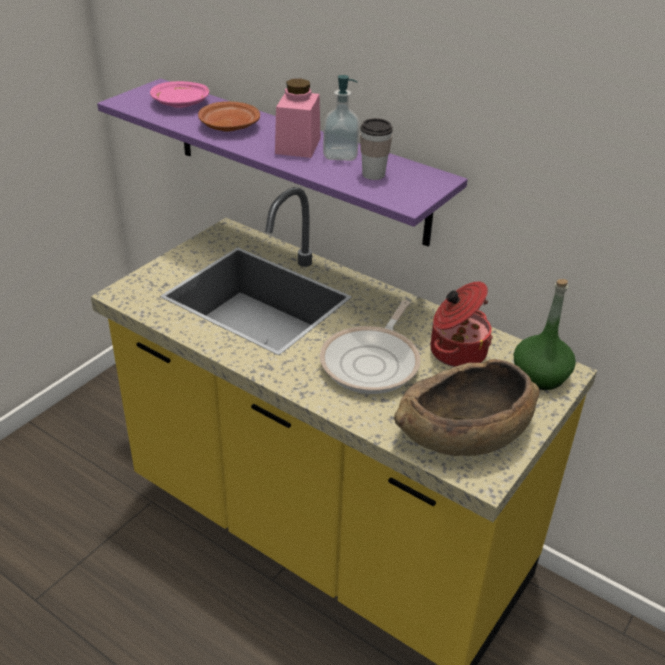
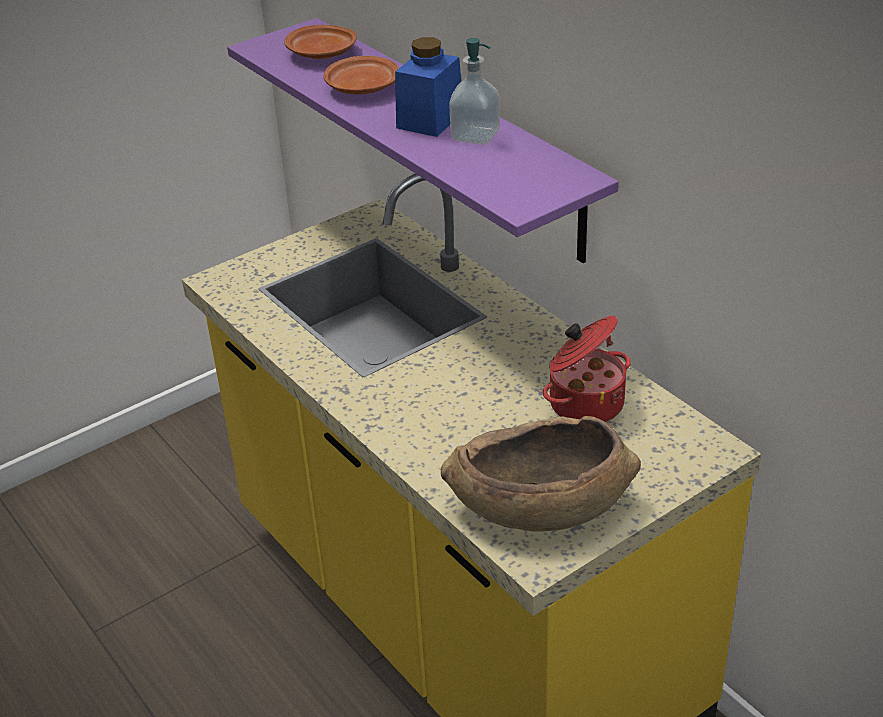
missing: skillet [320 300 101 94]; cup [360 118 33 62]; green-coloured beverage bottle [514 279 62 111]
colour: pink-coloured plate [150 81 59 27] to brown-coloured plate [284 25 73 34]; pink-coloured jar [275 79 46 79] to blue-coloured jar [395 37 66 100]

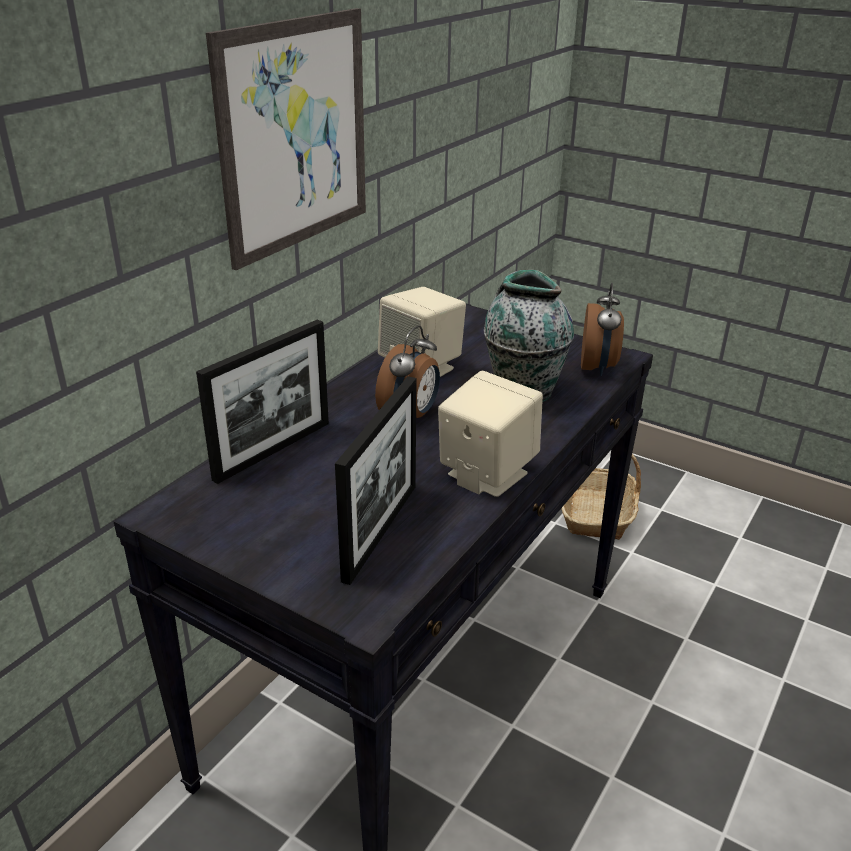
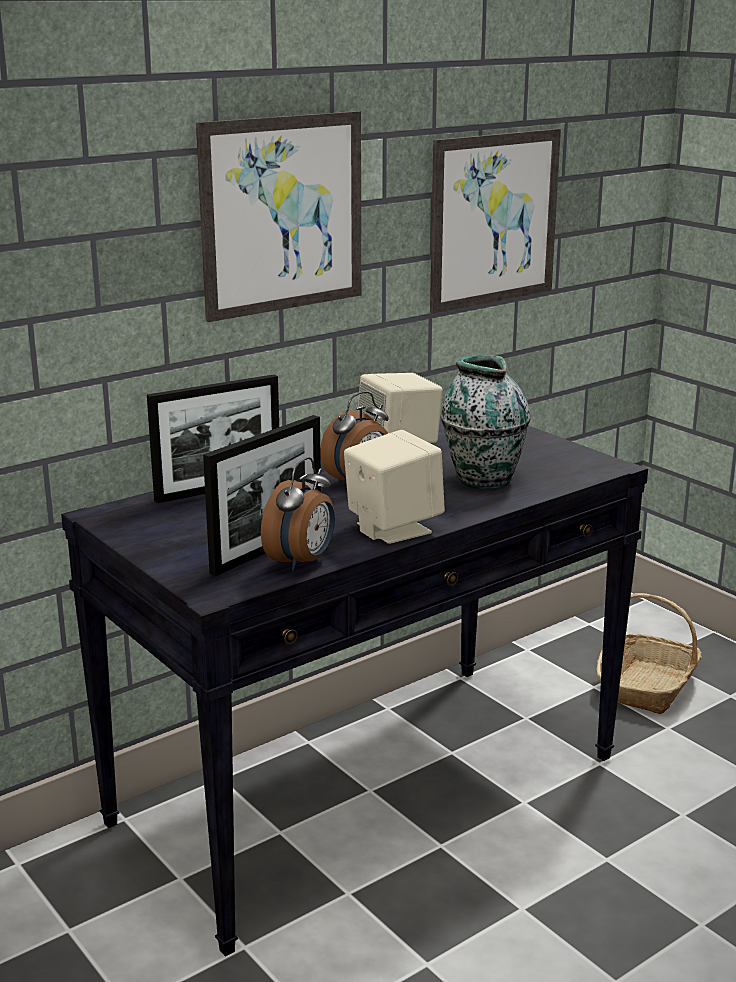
appeared: picture [430 129 131 184]
relocated: table clock [581 283 43 93] to [261 457 74 114]

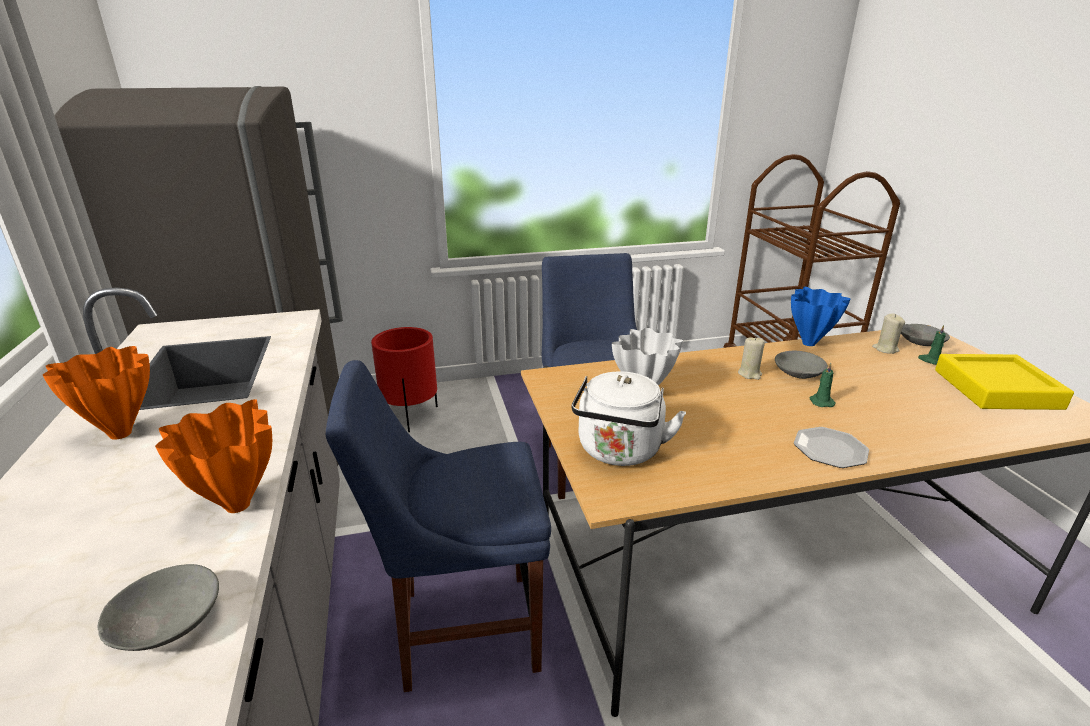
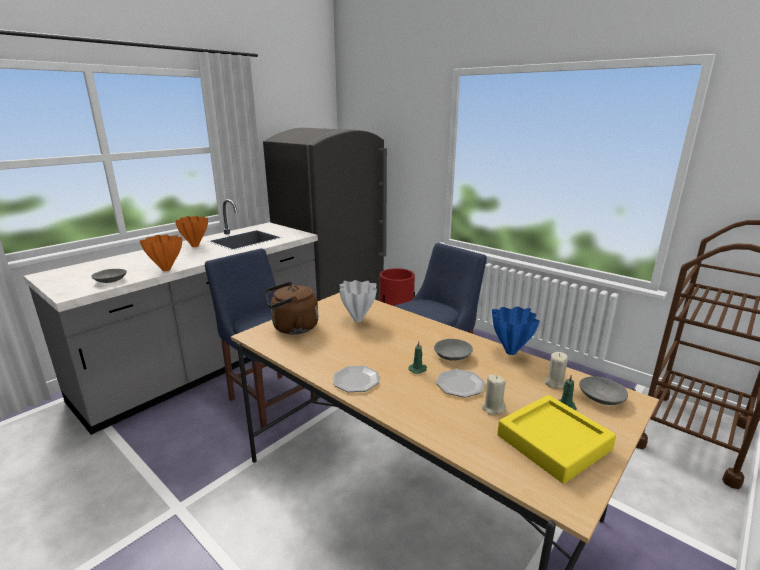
appeared: plate [436 369 49 29]
relocated: beige wax light [738 337 27 43] to [482 375 24 40]
colour: whitish tea kettle [571 371 115 95] to brown-coloured tea kettle [265 282 53 52]

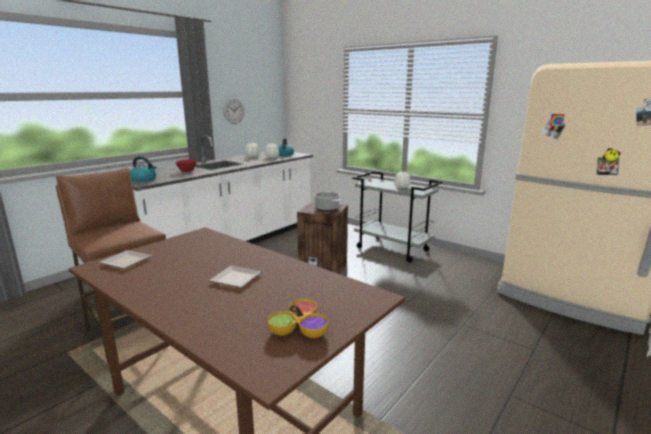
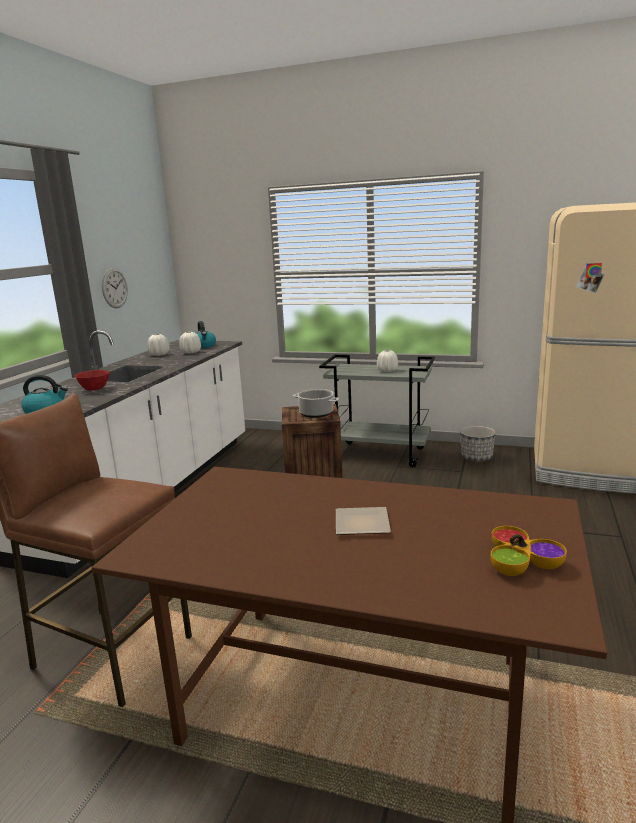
missing: plate [99 250 53 19]
appeared: plant pot [460 426 36 36]

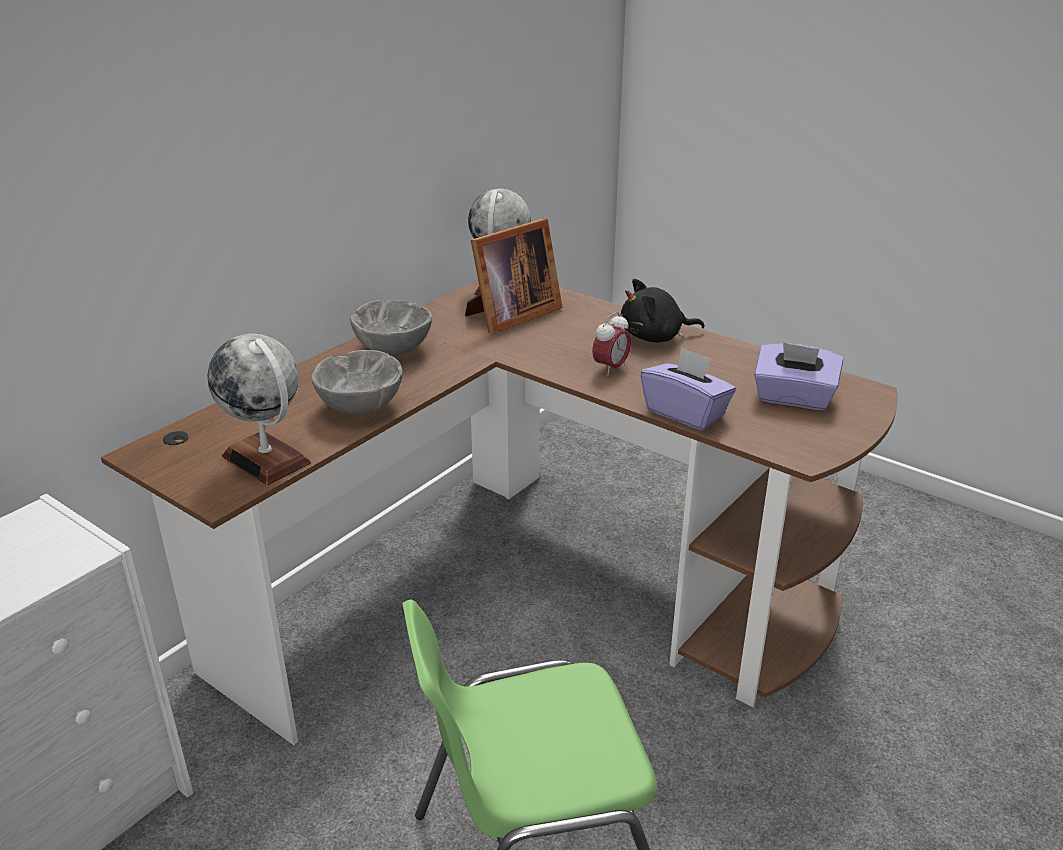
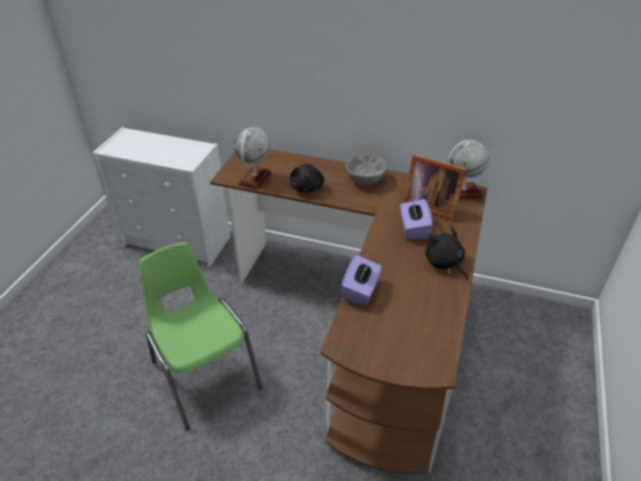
missing: table clock [592 312 39 64]
relocated: purple tissue box [754 342 89 68] to [400 198 33 41]
exchanged: greyish bowl [311 350 92 65] to blackish plush toy [290 164 34 29]

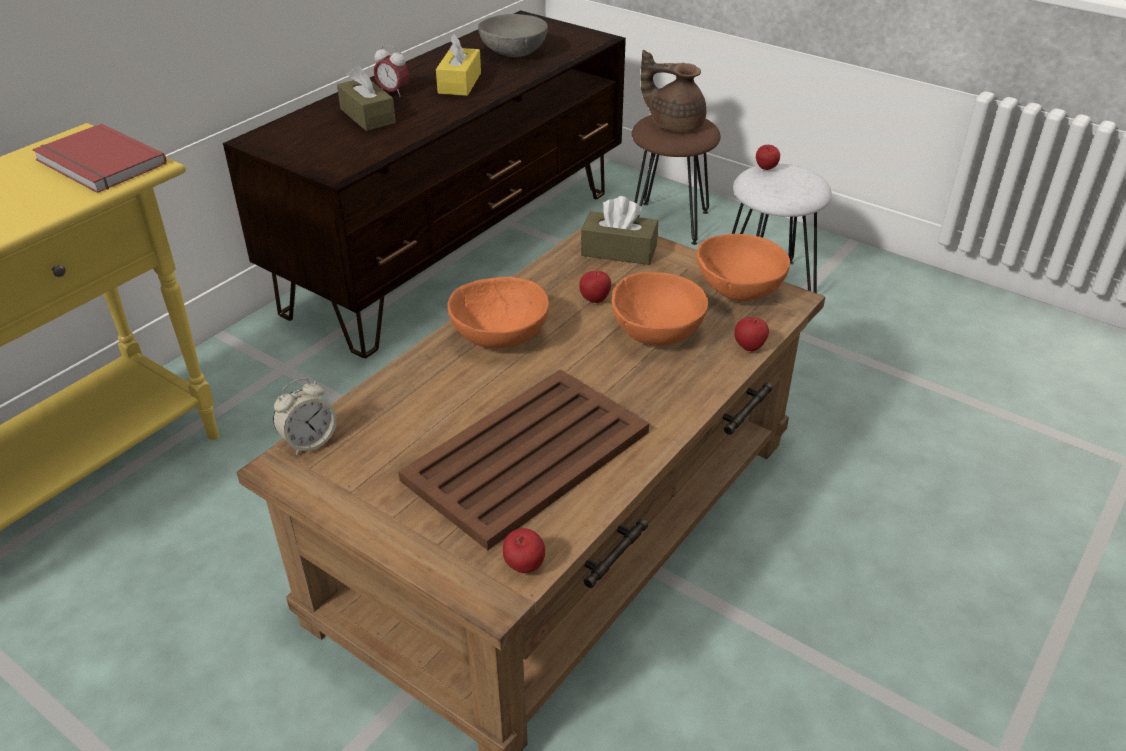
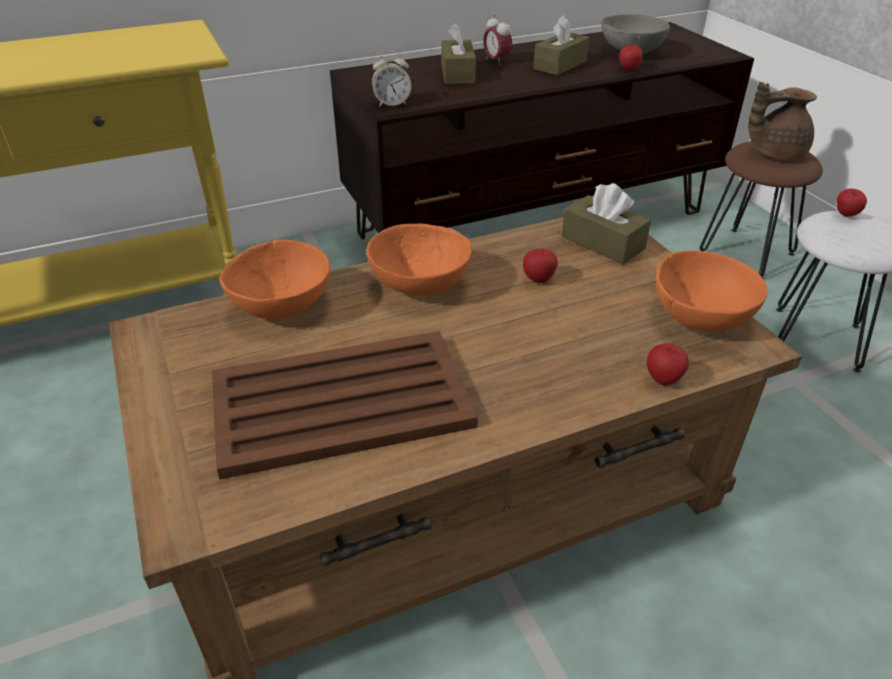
missing: red-coloured book [32 124 135 69]
relocated: table clock [273 378 64 77] to [372 51 39 56]; apple [503 528 42 45] to [619 45 24 26]; orangey bowl [612 272 96 74] to [219 240 112 79]
colour: yellow-coloured tissue box [436 34 45 62] to brown-coloured tissue box [533 15 57 60]
spun: brown-coloured teapot [641 50 65 82] = [748 82 69 78] 60 degrees counterclockwise

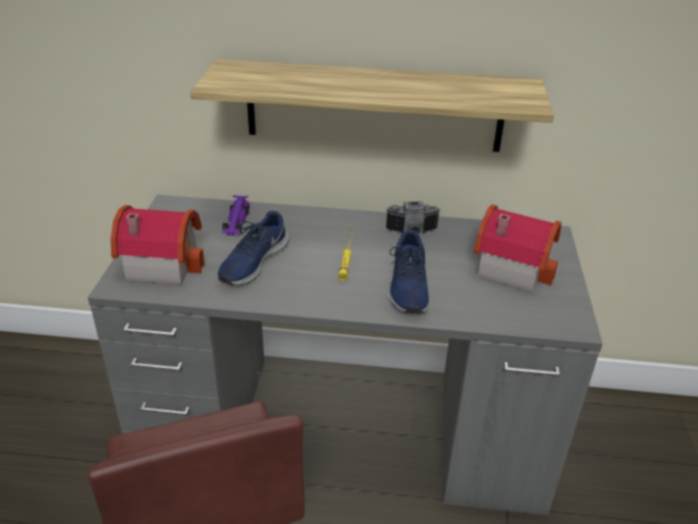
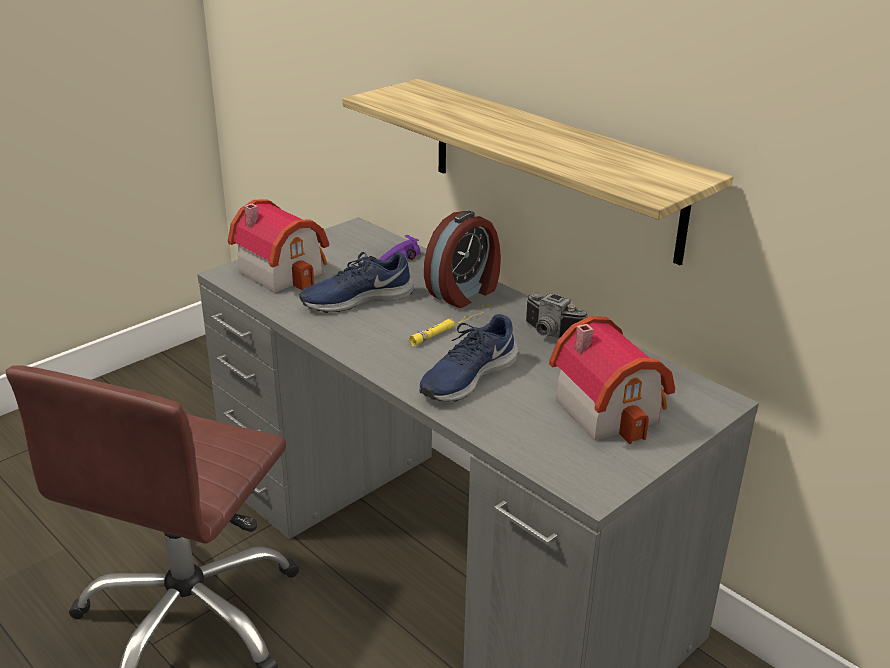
appeared: table clock [424 211 77 97]

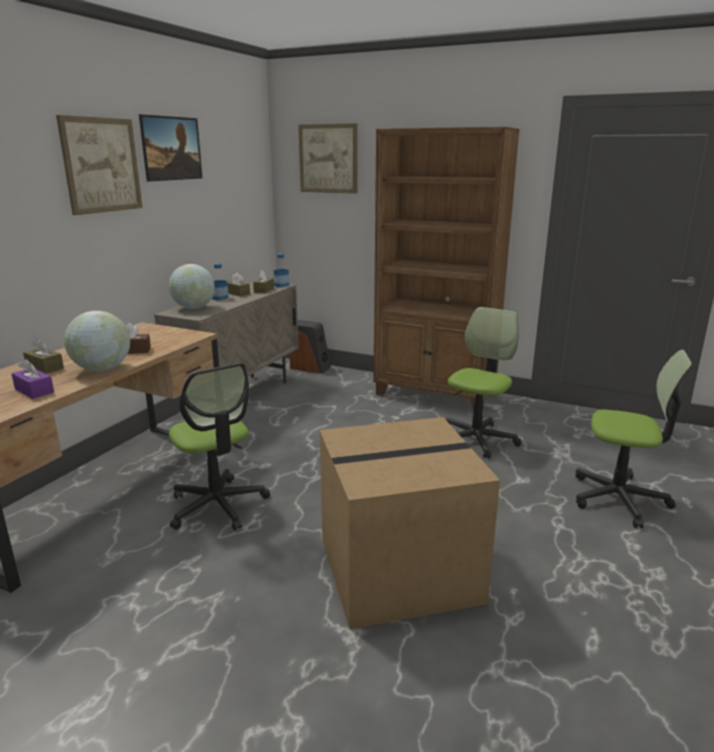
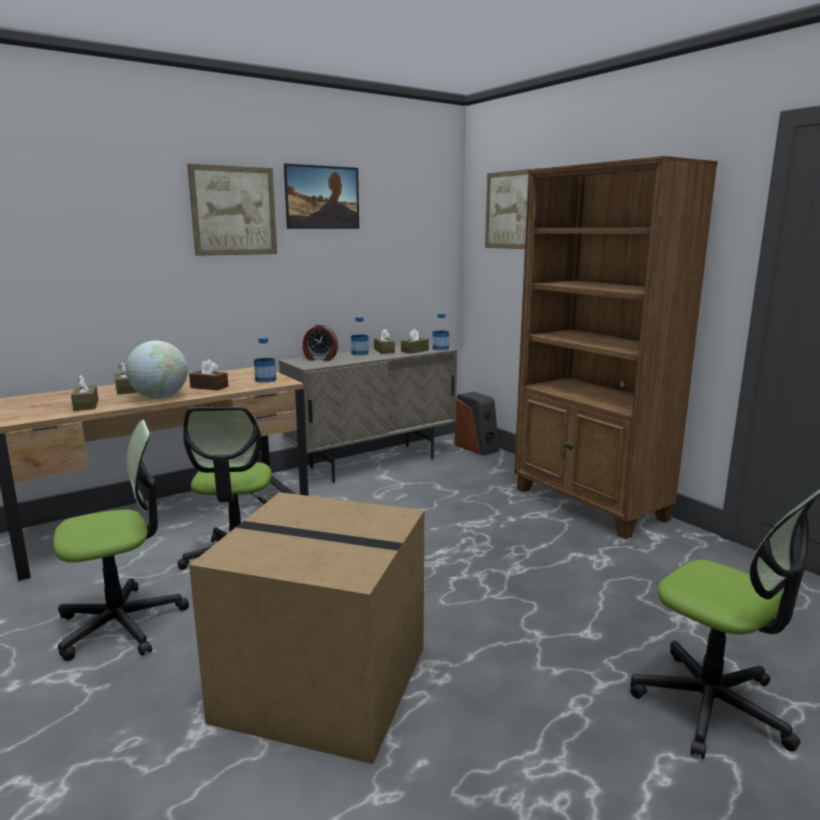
appeared: beverage bottle [254 337 22 46]
relocated: desk chair [446 307 75 152] to [53 420 136 241]
exchanged: desk globe [169 264 46 45] to table clock [303 324 35 37]
colour: purple tissue box [12 359 42 40] to brown-coloured tissue box [71 375 27 36]

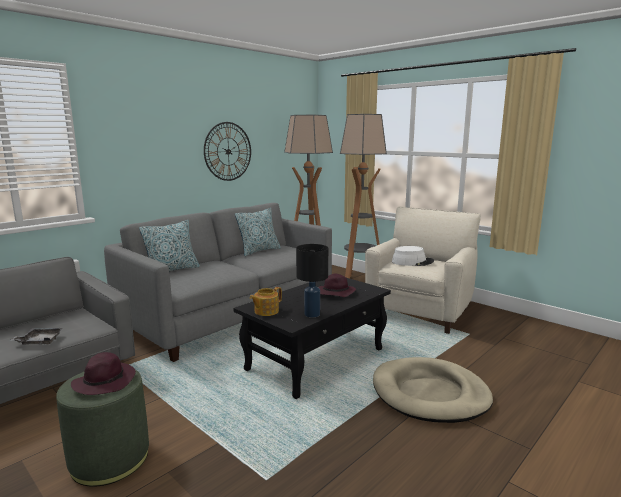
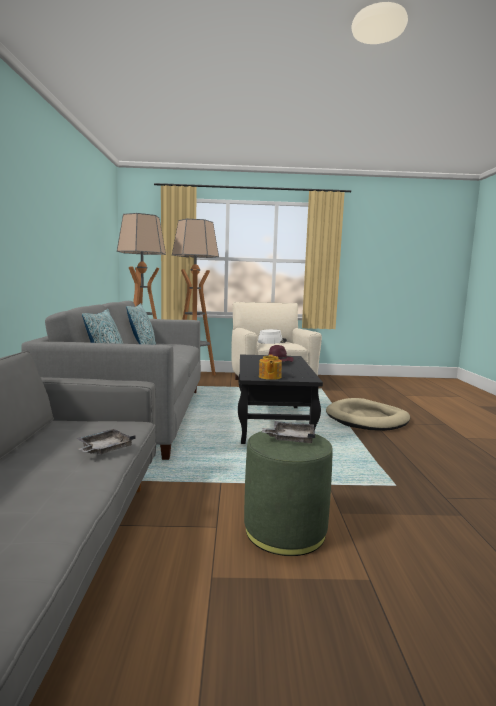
missing: wall clock [204 122 47 59]; blackish tabletop lamp [296 244 32 74]
exchanged: purple clothing hat [71 352 65 43] to greyish tray [262 421 53 22]

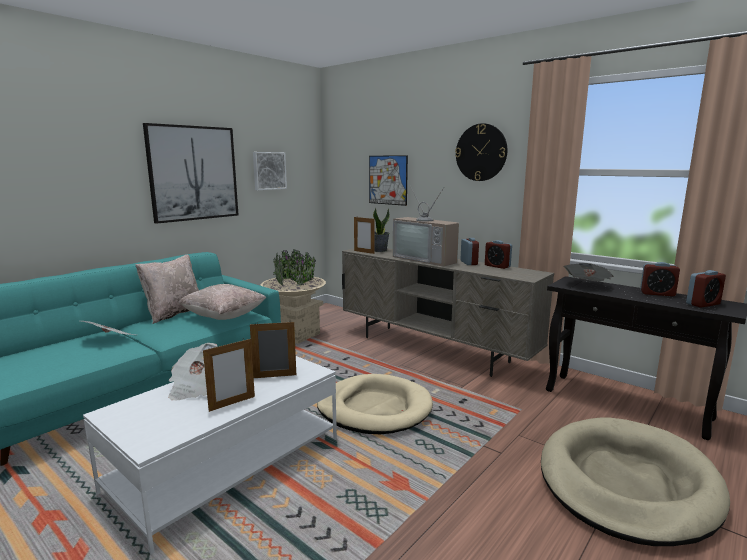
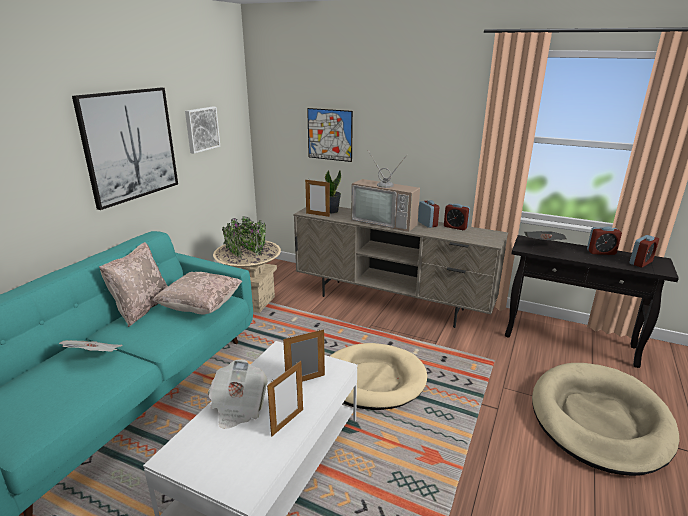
missing: wall clock [455 123 52 58]

